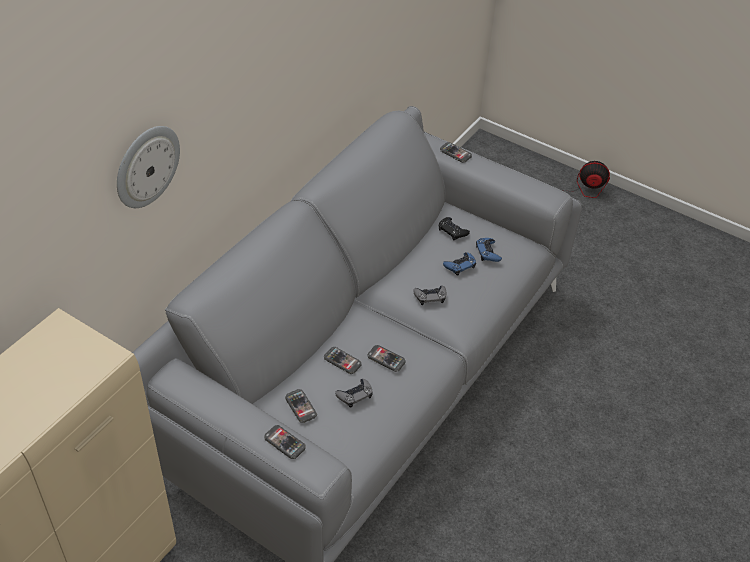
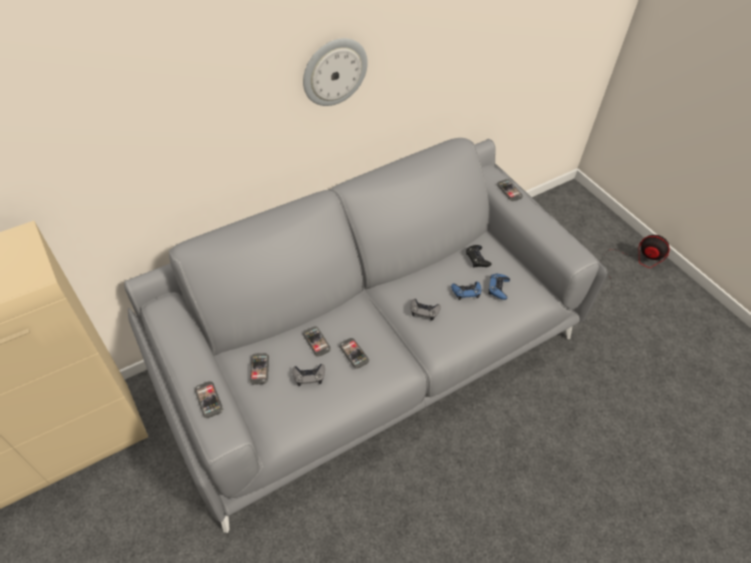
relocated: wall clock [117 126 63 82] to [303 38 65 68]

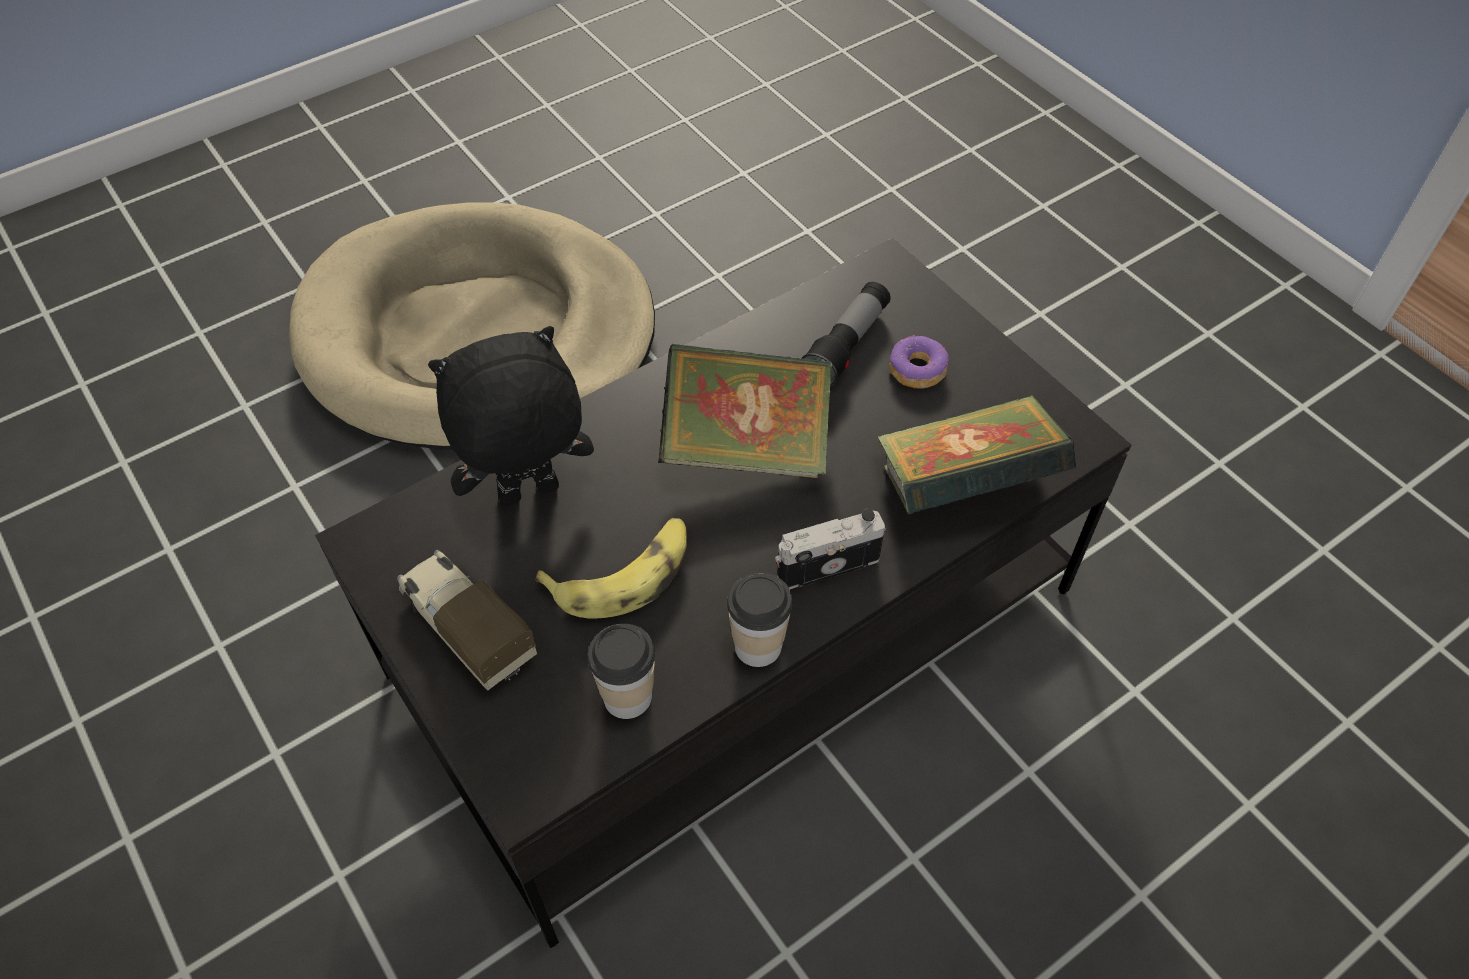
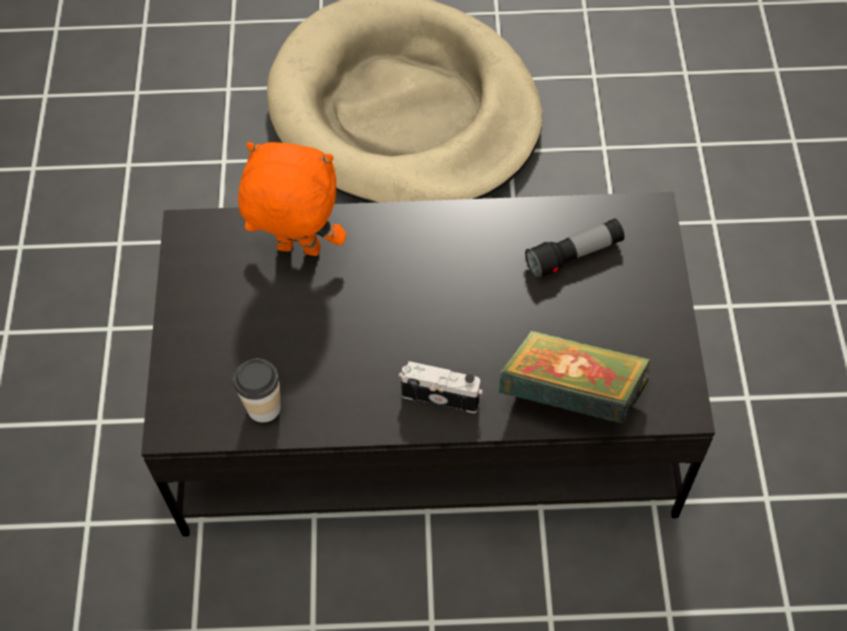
missing: toy truck [397 550 140 141]; banana fruit [536 518 151 101]; book [658 344 174 134]; cup [727 573 66 94]; ring doughnut [889 335 60 54]
colour: blackish plush toy [428 326 166 180] to orangey plush toy [238 142 108 114]

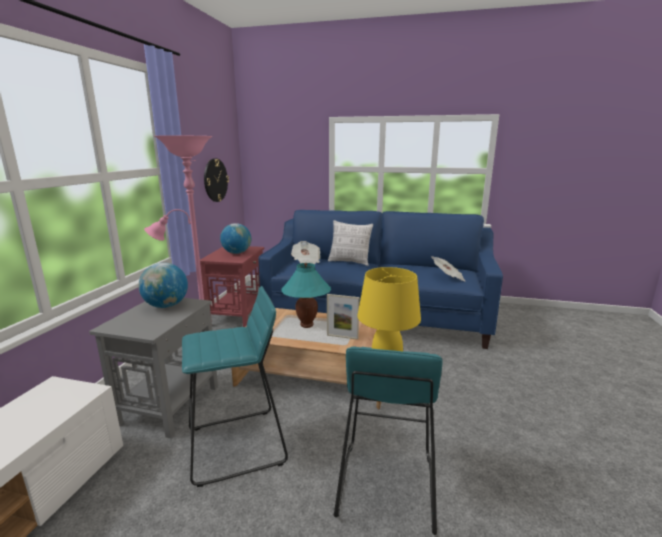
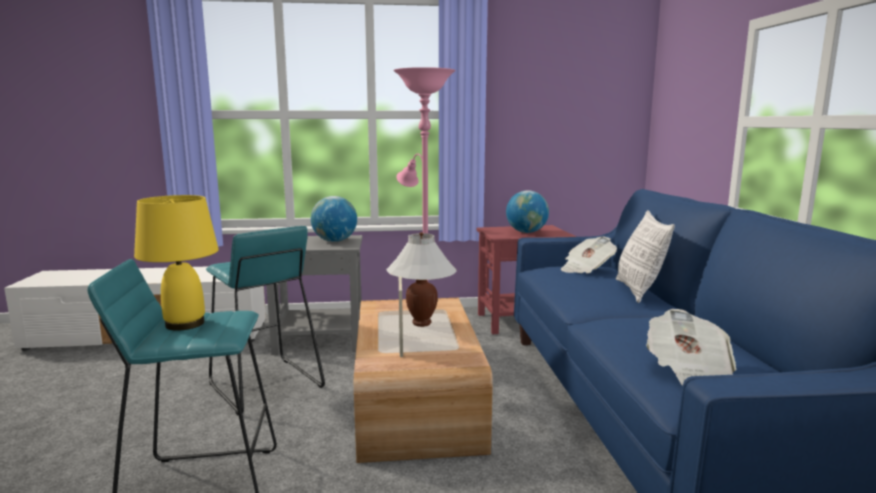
missing: wall clock [204 158 25 44]
colour: turquoise-coloured tabletop lamp [281 263 50 65] to whitish tabletop lamp [386 232 71 95]

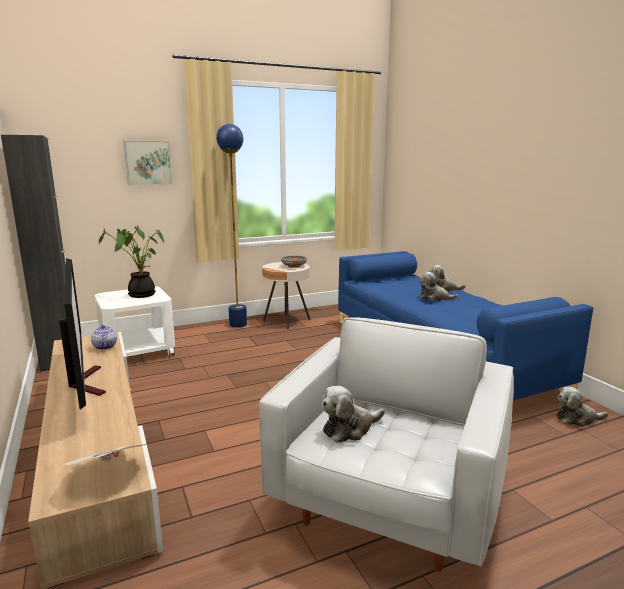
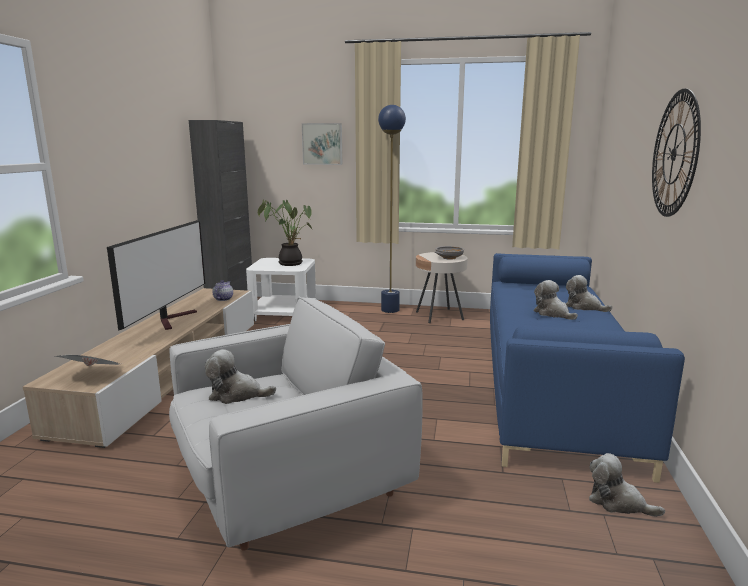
appeared: wall clock [652 89 49 128]

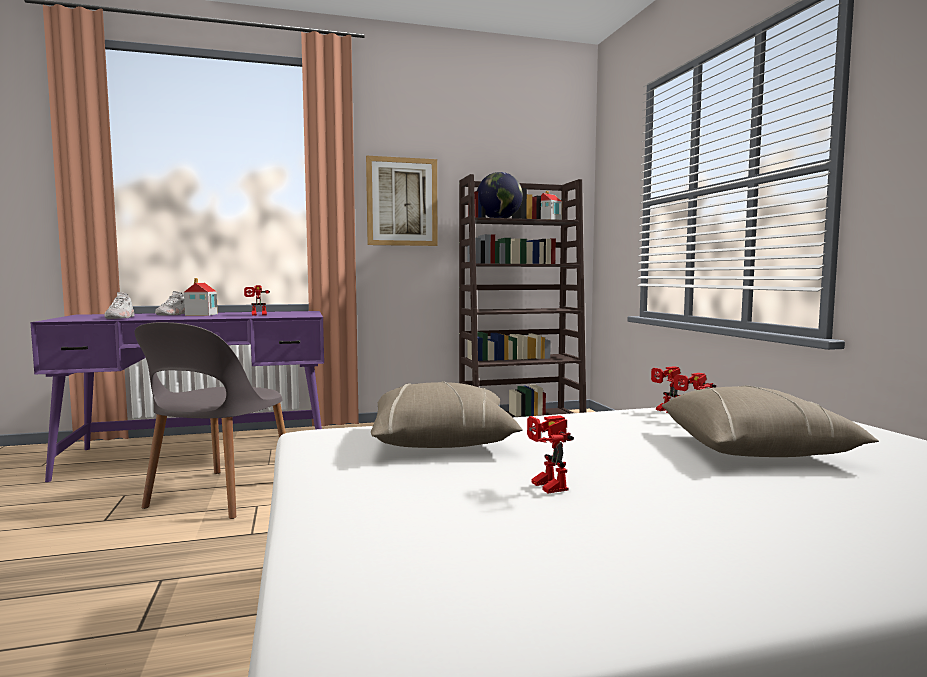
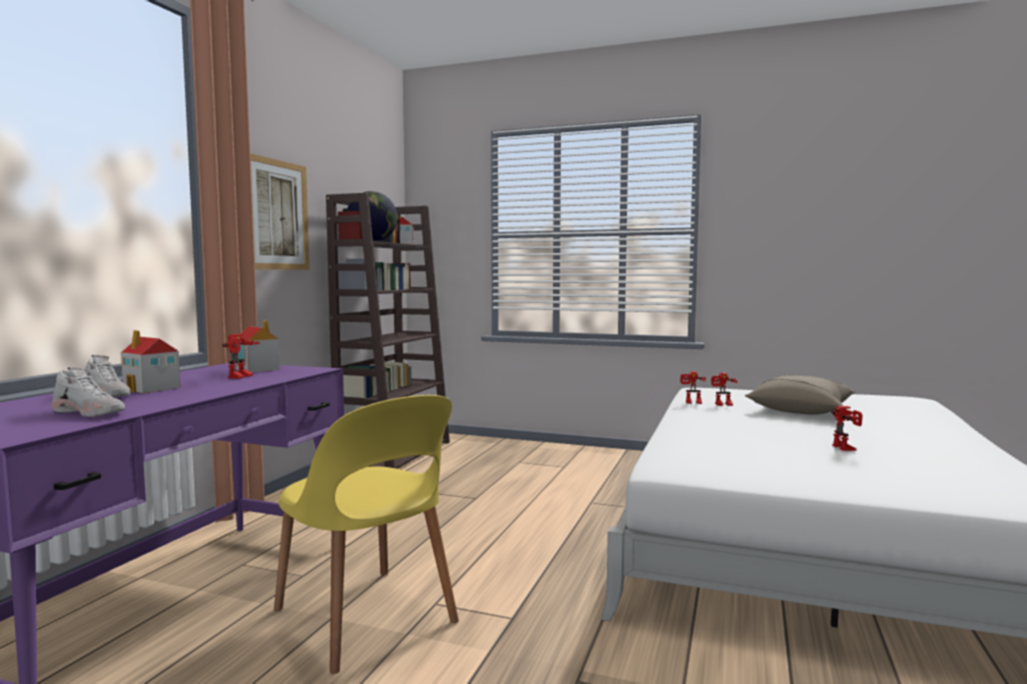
missing: beige pillow [371 381 152 67]
appeared: model house [235 320 44 52]
colour: greyish upright chair [135 322 151 197] to yellow-coloured upright chair [274 395 185 279]
spun: robot figure [527 415 47 79] = [831 406 31 45] 105 degrees counterclockwise

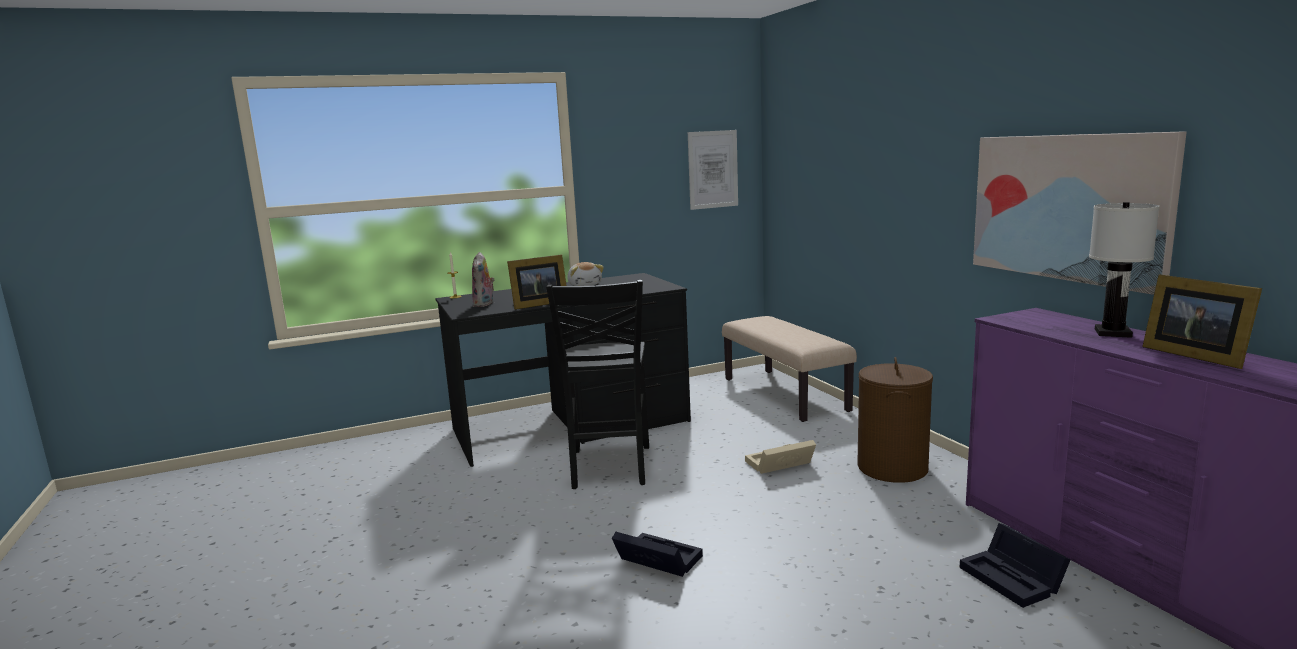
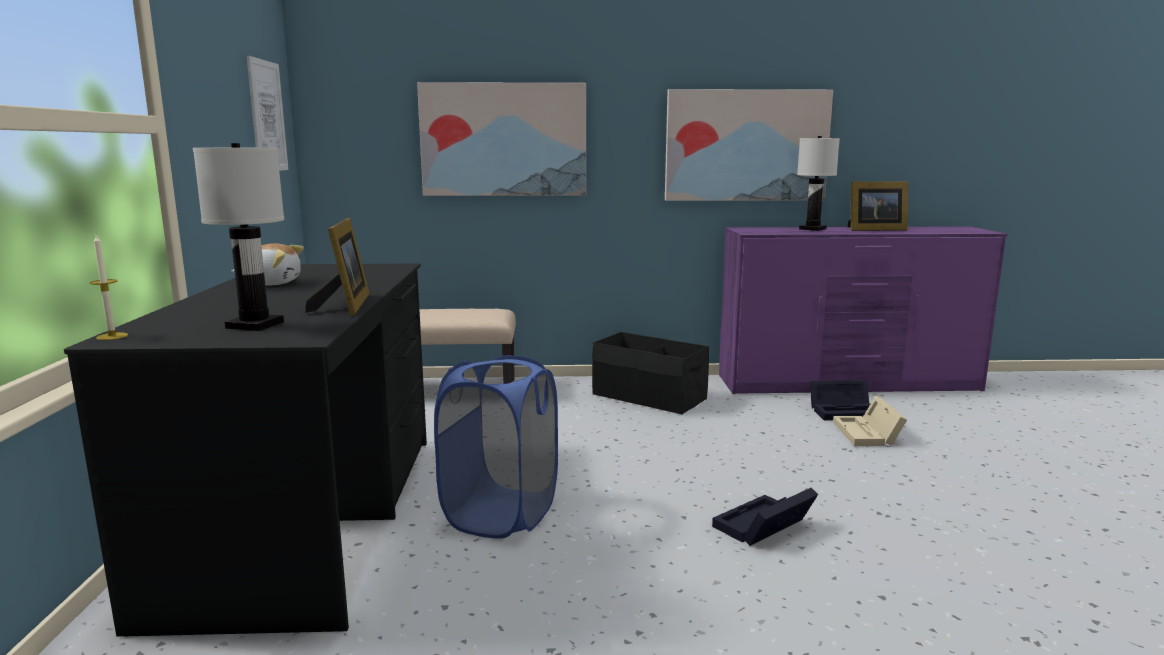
appeared: picture [417 82 169 114]
relocated: beige storage bin [745 440 71 34] to [833 396 74 50]
exchanged: plush toy [472 252 23 55] to whitish tabletop lamp [193 143 91 188]; blackish upright chair [546 280 103 209] to blue-coloured laundry basket [434 355 124 184]; brown-coloured laundry basket [857 357 76 126] to blackish storage bin [592 332 117 83]

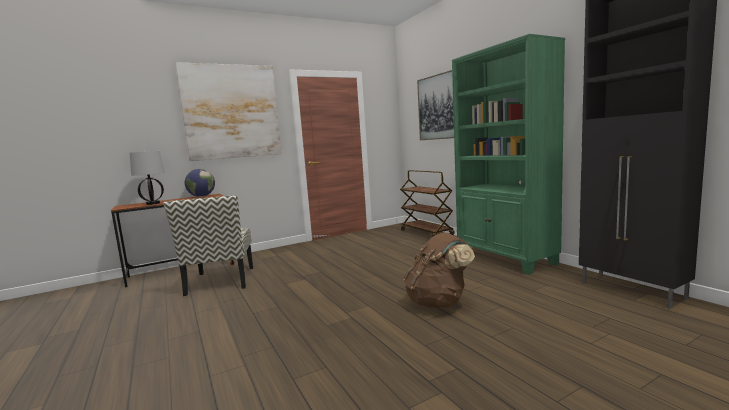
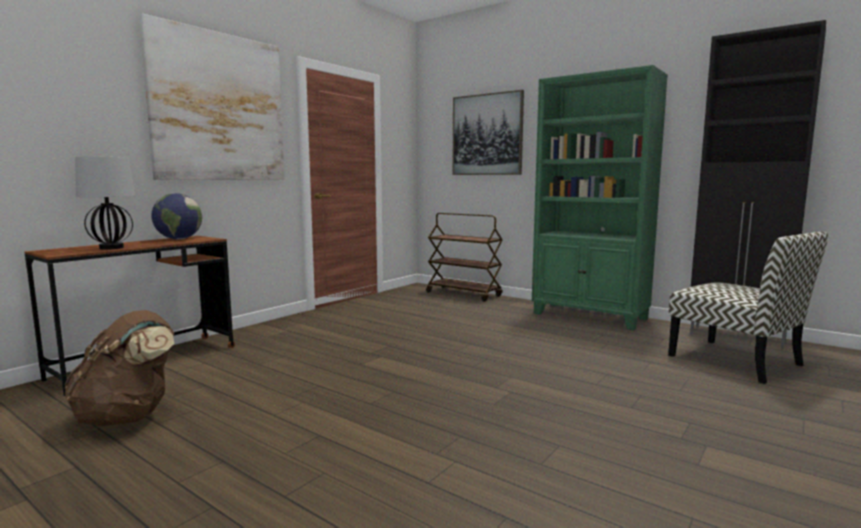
relocated: upright chair [163 195 90 101] to [668 231 160 153]; brown-coloured knapsack [403 233 72 75] to [64 310 110 116]

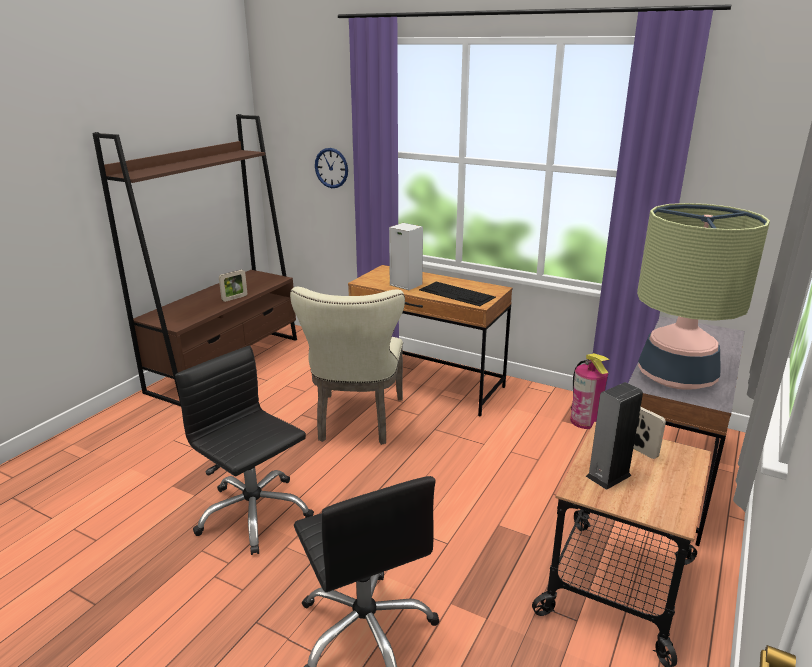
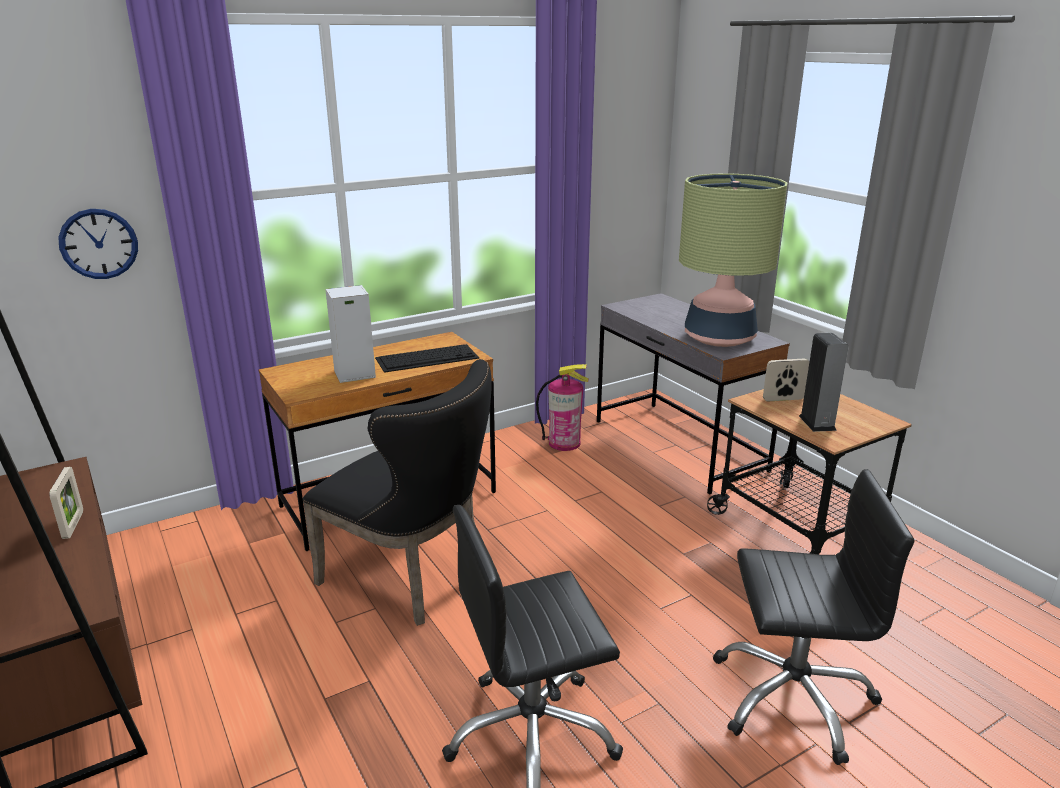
colour: beige upright chair [290 287 115 158] to blackish upright chair [303 359 189 267]

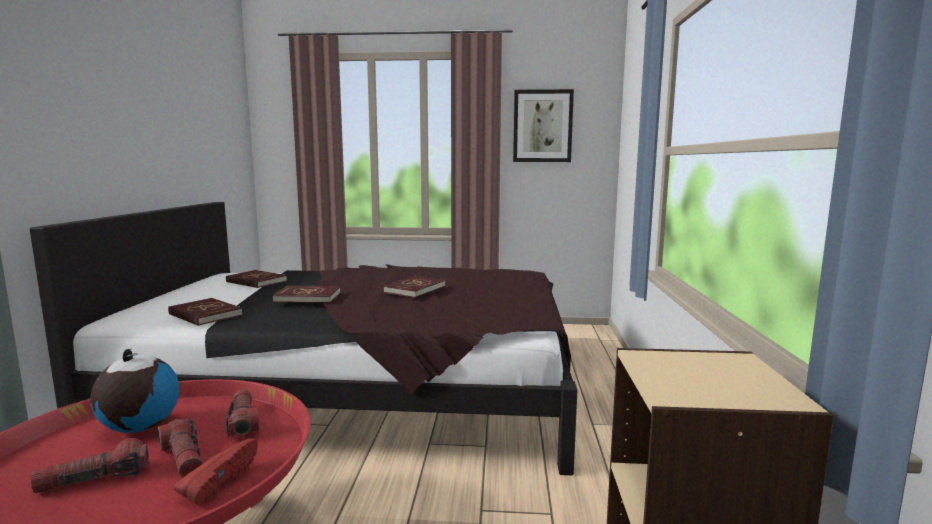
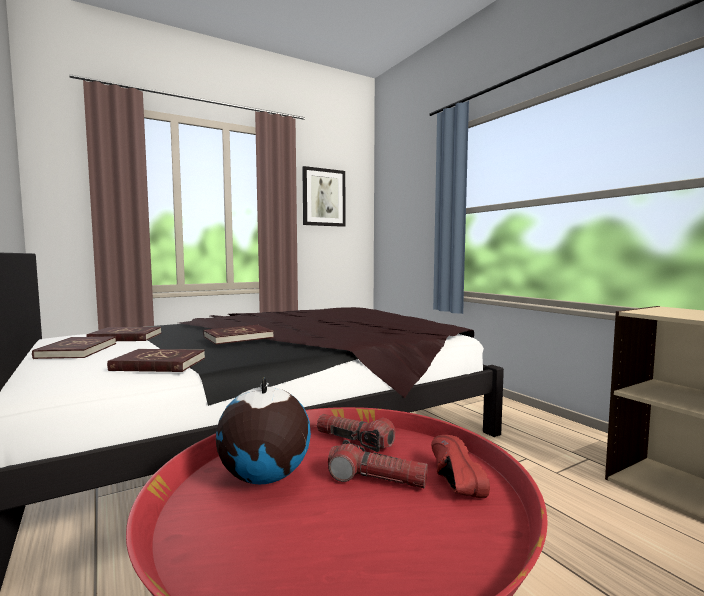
missing: hand torch [31 438 118 55]
relocated: red-coloured book [383 276 63 22] to [32 336 84 23]

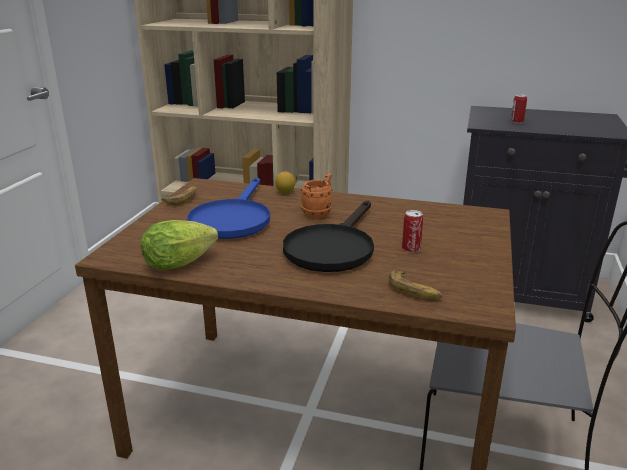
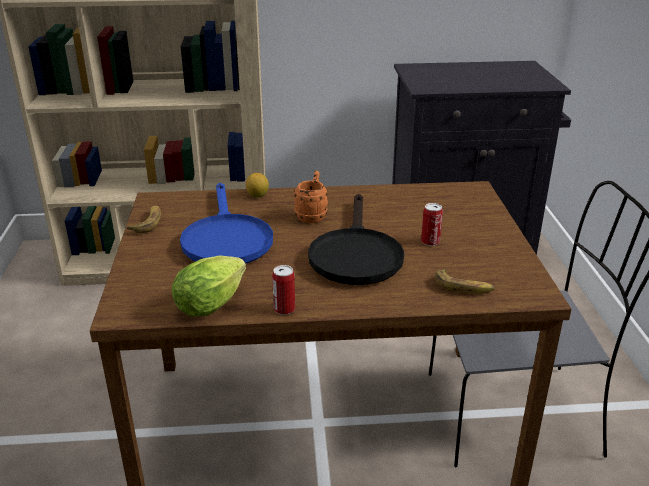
relocated: metal can [511 94 16 30] to [272 265 23 50]

